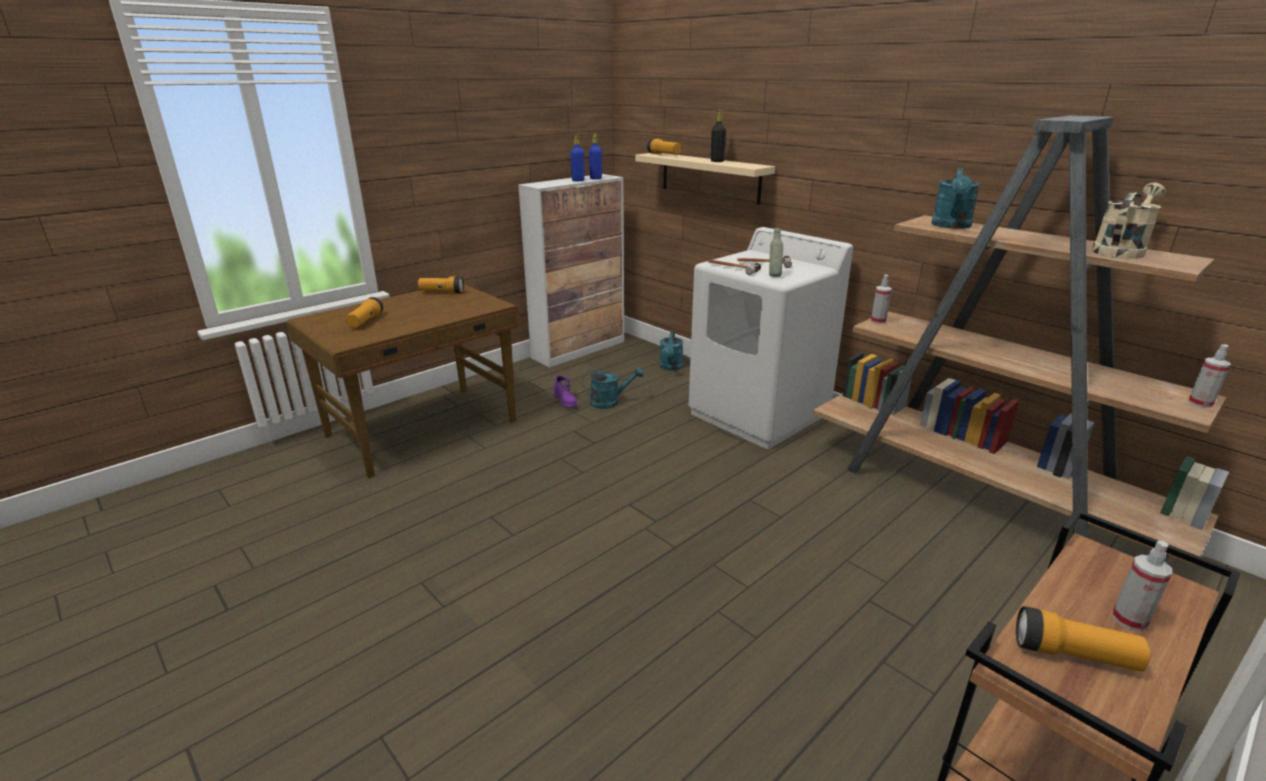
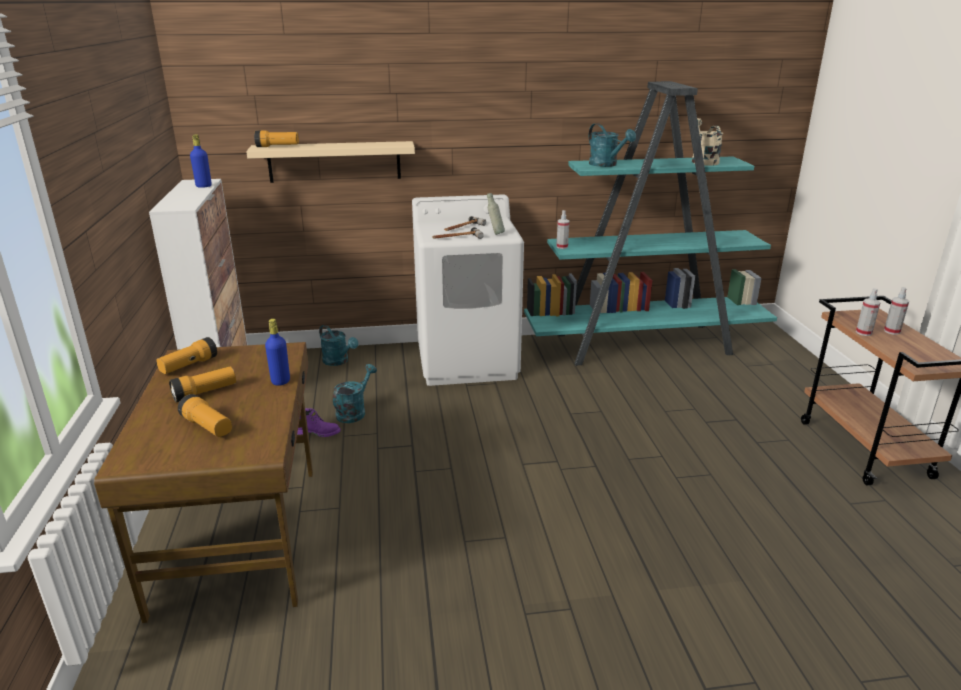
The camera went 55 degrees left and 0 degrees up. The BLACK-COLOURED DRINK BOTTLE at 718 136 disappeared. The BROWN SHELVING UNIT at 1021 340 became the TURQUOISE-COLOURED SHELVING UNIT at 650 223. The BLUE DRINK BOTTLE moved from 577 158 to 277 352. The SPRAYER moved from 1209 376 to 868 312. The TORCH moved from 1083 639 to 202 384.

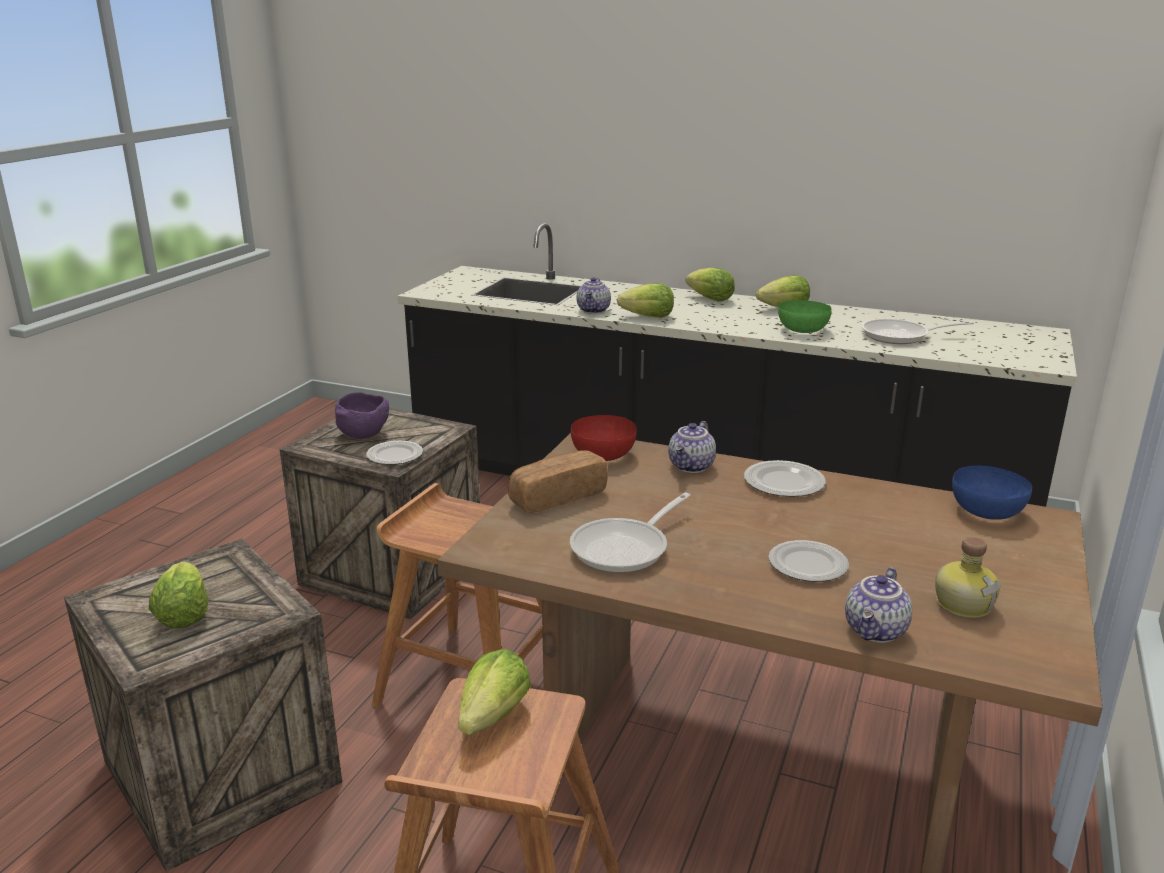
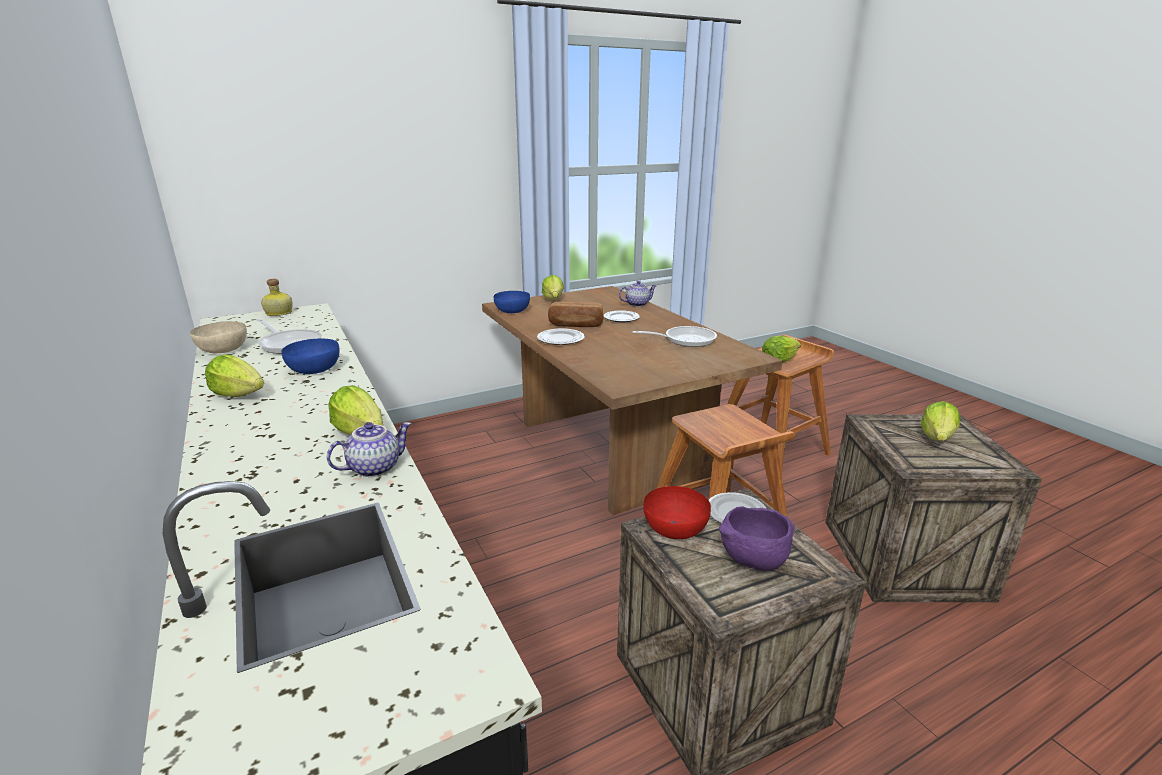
The camera went 140 degrees left and 0 degrees up. The HEAD OF LETTUCE moved from 710 284 to 553 287. The GREEN SERVING BOWL at 805 316 became the BLUE SERVING BOWL at 310 356. The RED-COLOURED SERVING BOWL moved from 604 438 to 677 512. The TEA POT at 692 447 disappeared. The BAKERY BREAD moved from 558 481 to 575 314. The DRINK BOTTLE moved from 968 577 to 277 297. The SAND-COLOURED SERVING BOWL at 218 337 appeared.

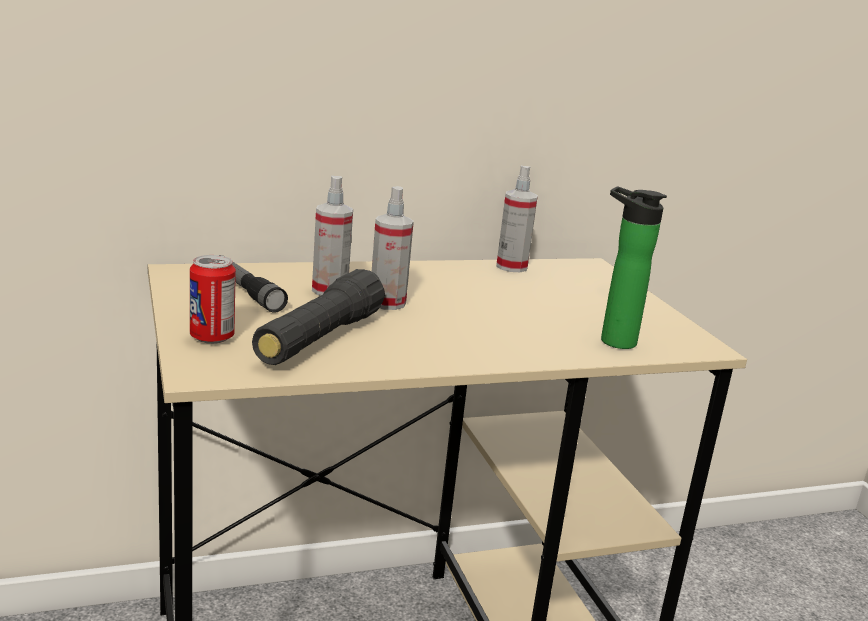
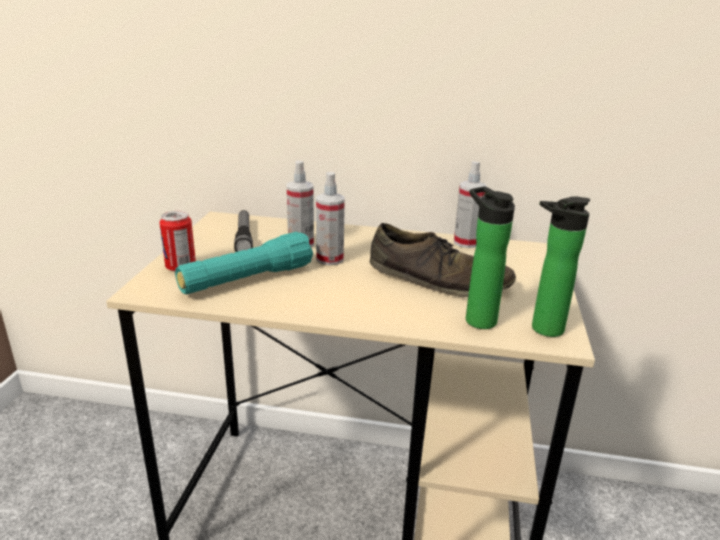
The camera went 30 degrees right and 5 degrees up. The BLACK-COLOURED TORCH at 318 317 became the TURQUOISE-COLOURED TORCH at 244 263. The DRINK BOTTLE at 561 266 appeared. The BROWN LOW SHOE at 443 260 appeared.

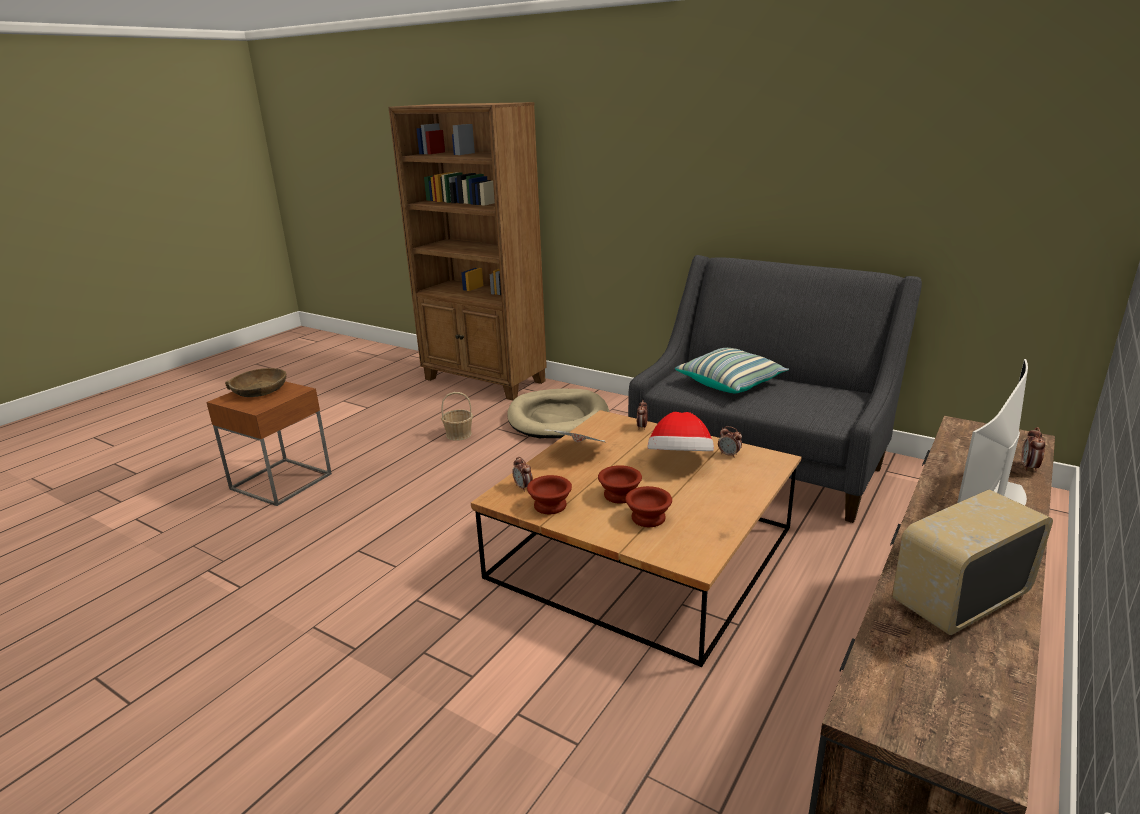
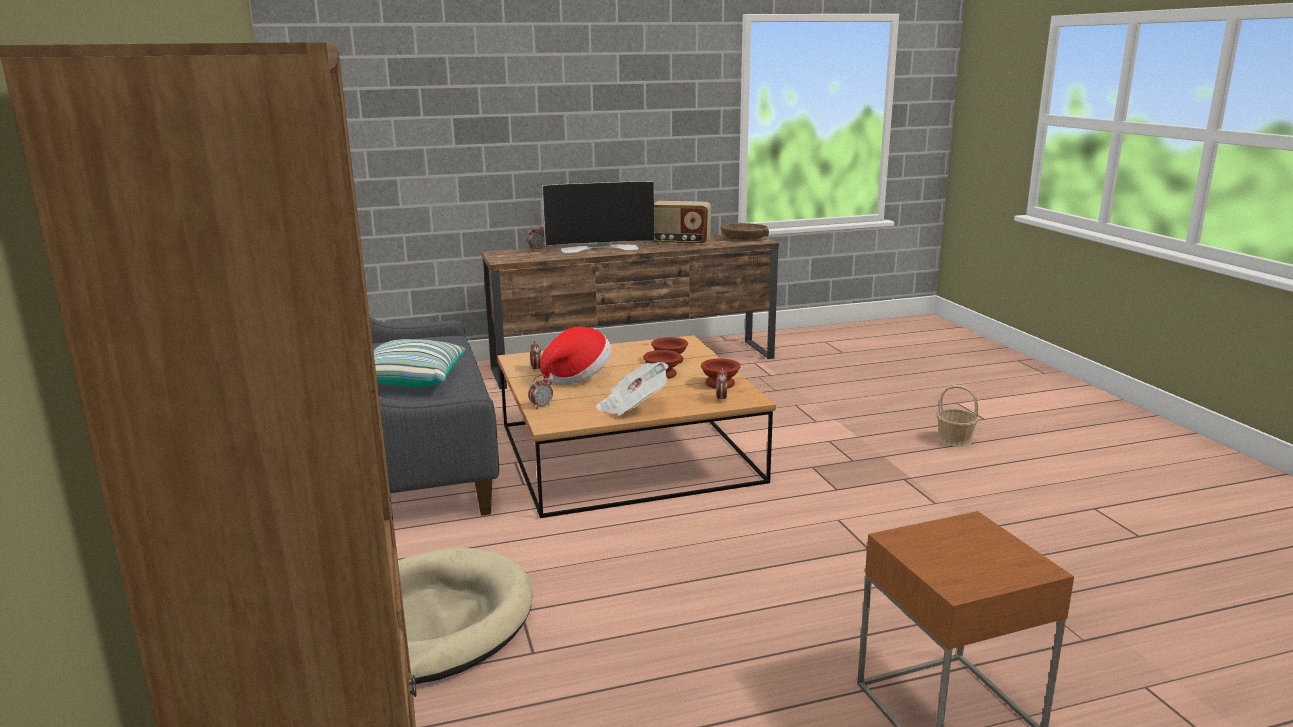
The camera went 140 degrees left and 5 degrees down. The BROWN SERVING BOWL moved from 255 382 to 745 231. The HOUSEHOLD BASKET moved from 457 416 to 957 416.

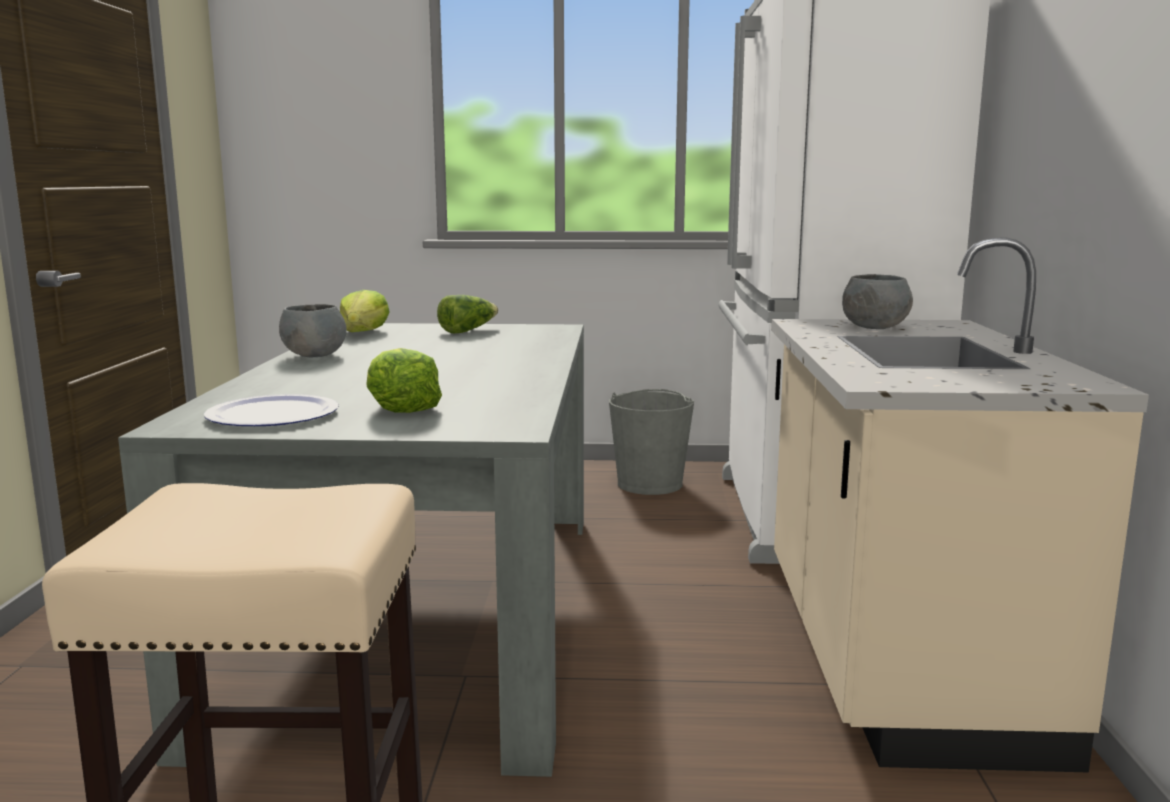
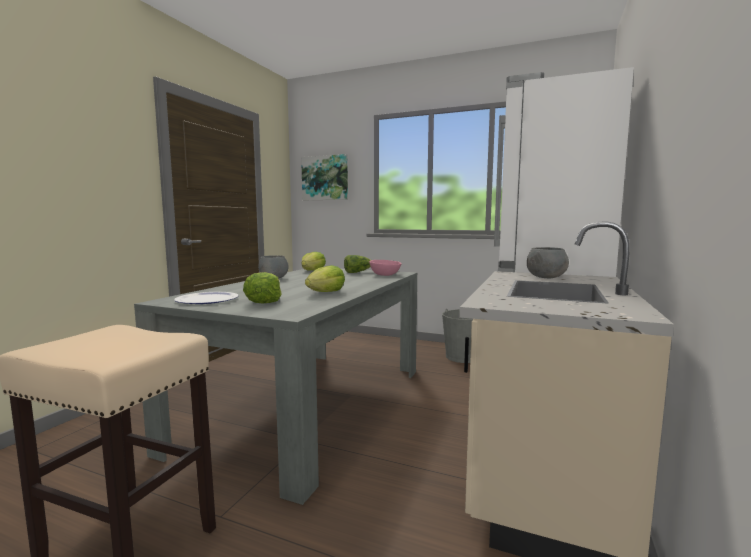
The camera went 20 degrees right and 5 degrees down. The WALL ART at 324 177 appeared. The PINKISH SERVING BOWL at 385 268 appeared. The HEAD OF LETTUCE at 325 278 appeared.

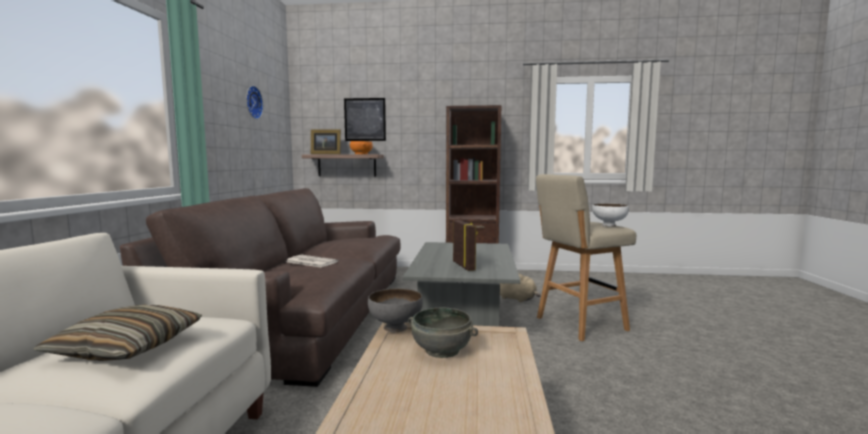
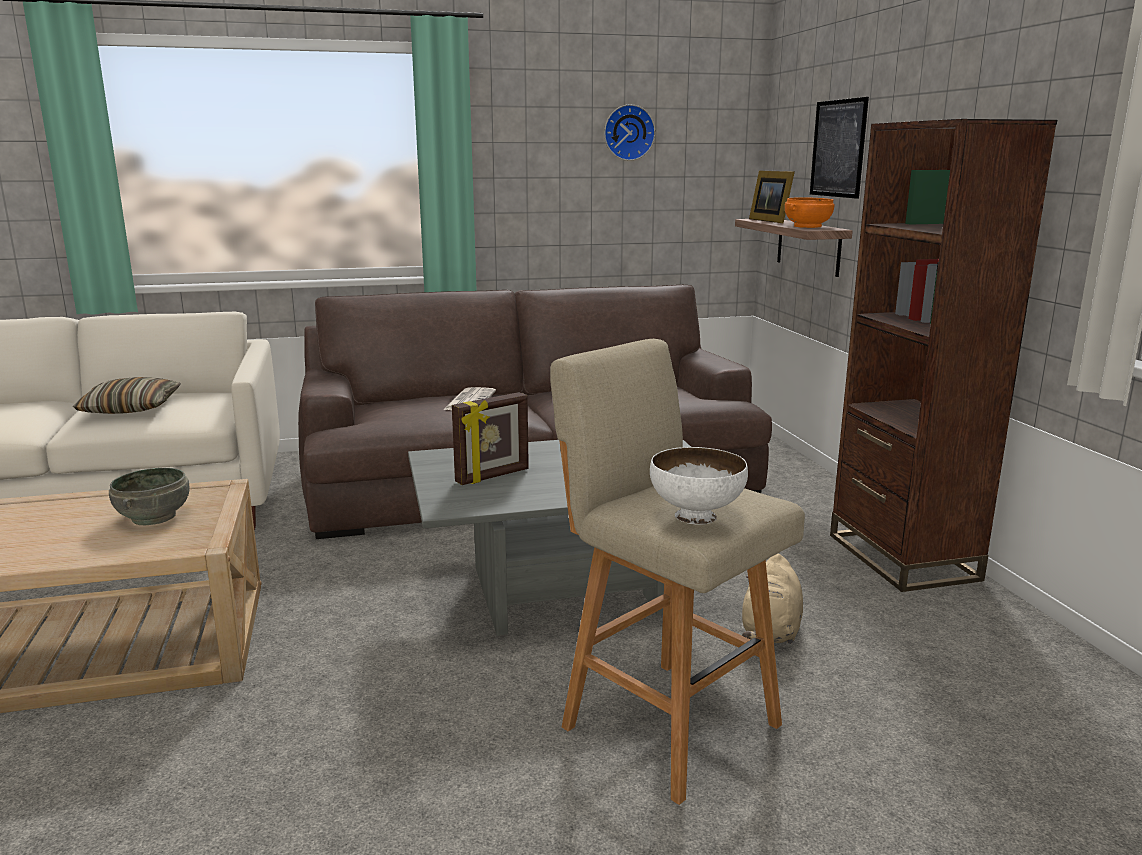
The camera went 70 degrees right and 10 degrees up. The GREYISH SERVING BOWL at 395 310 disappeared.

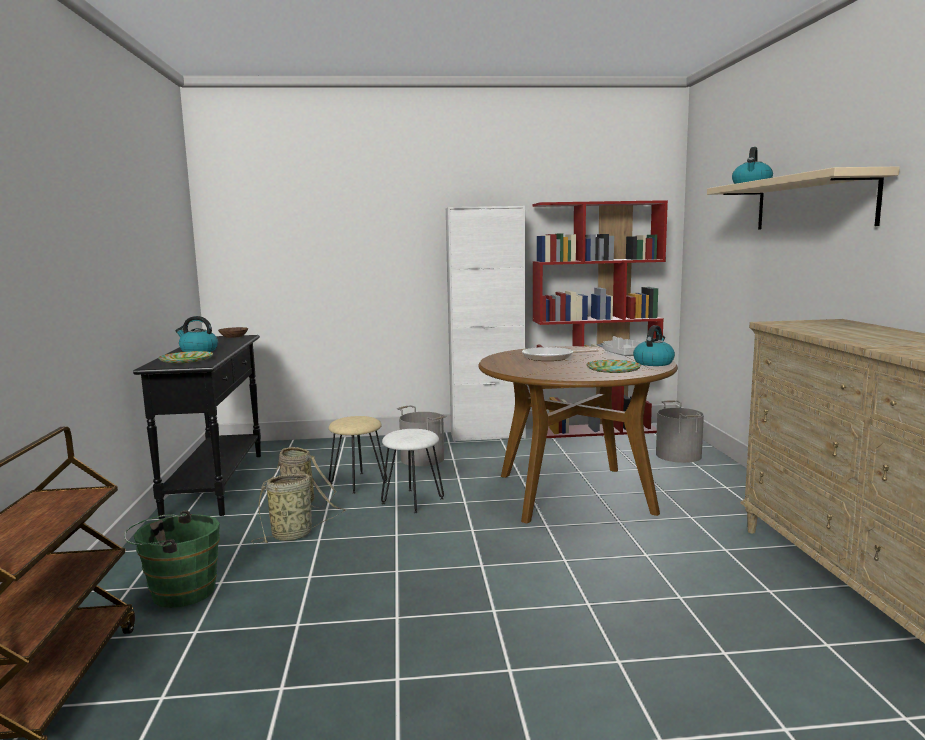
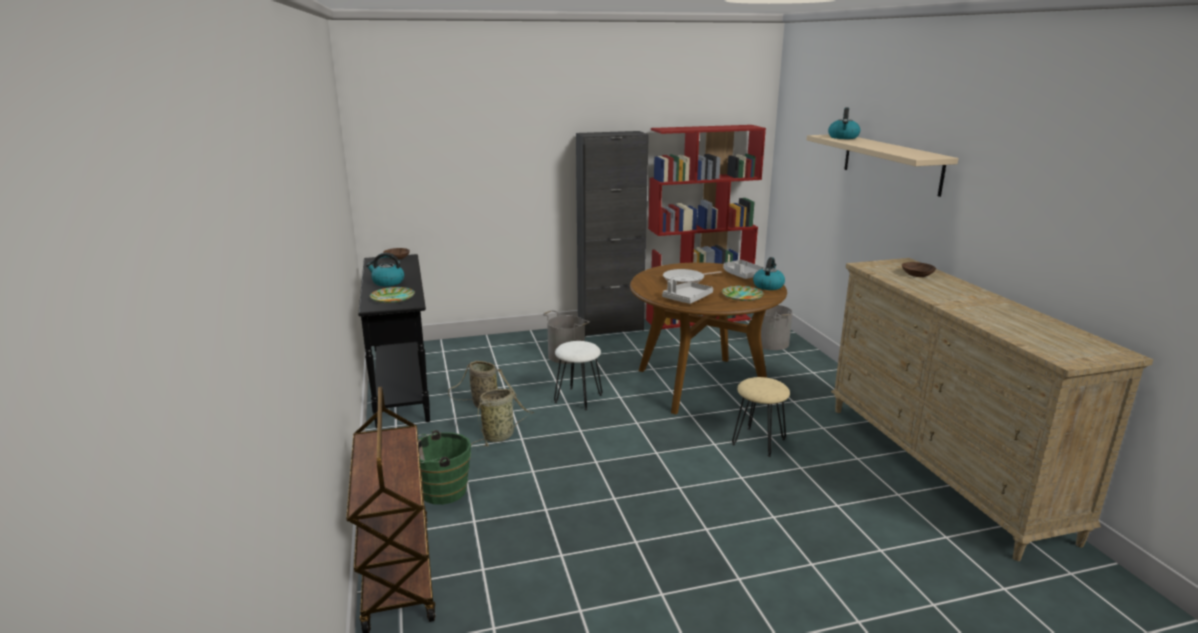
The camera went 10 degrees left and 10 degrees up. The WHITISH STORAGE CABINET at 486 324 became the BLACK-COLOURED STORAGE CABINET at 612 234. The SAND-COLOURED SITTING STOOL moved from 358 455 to 761 417. The BROWN SERVING BOWL at 919 269 appeared. The GREYISH CARRYING TRAY at 687 291 appeared.

